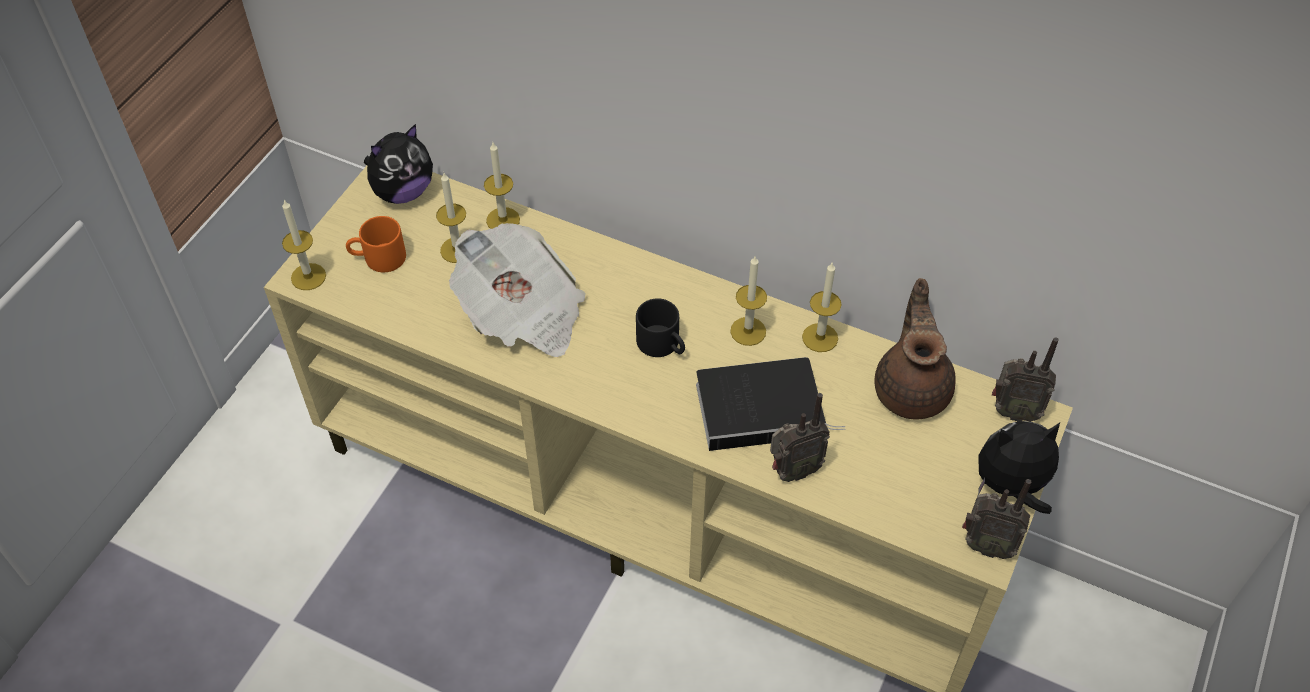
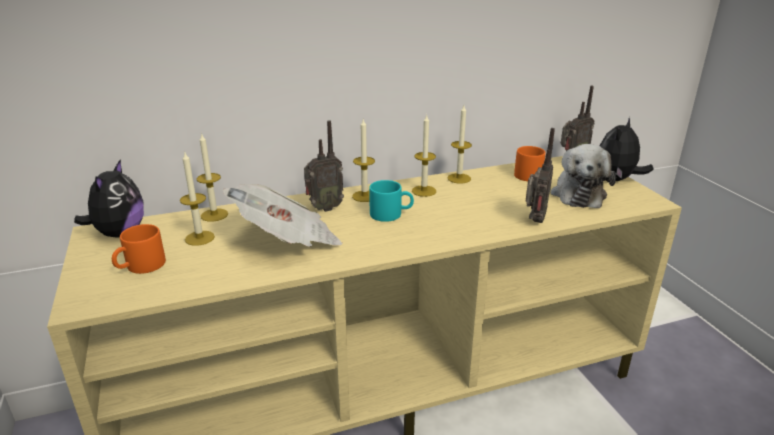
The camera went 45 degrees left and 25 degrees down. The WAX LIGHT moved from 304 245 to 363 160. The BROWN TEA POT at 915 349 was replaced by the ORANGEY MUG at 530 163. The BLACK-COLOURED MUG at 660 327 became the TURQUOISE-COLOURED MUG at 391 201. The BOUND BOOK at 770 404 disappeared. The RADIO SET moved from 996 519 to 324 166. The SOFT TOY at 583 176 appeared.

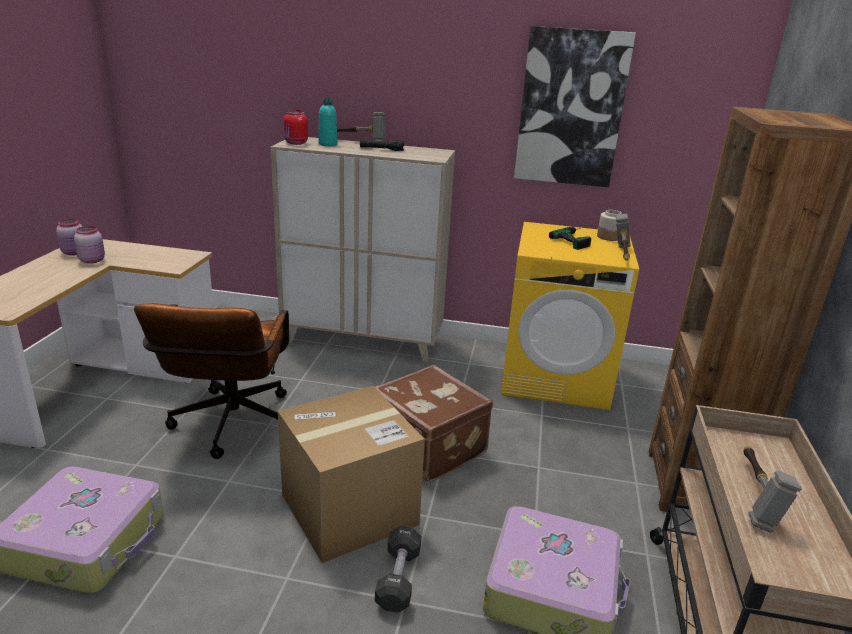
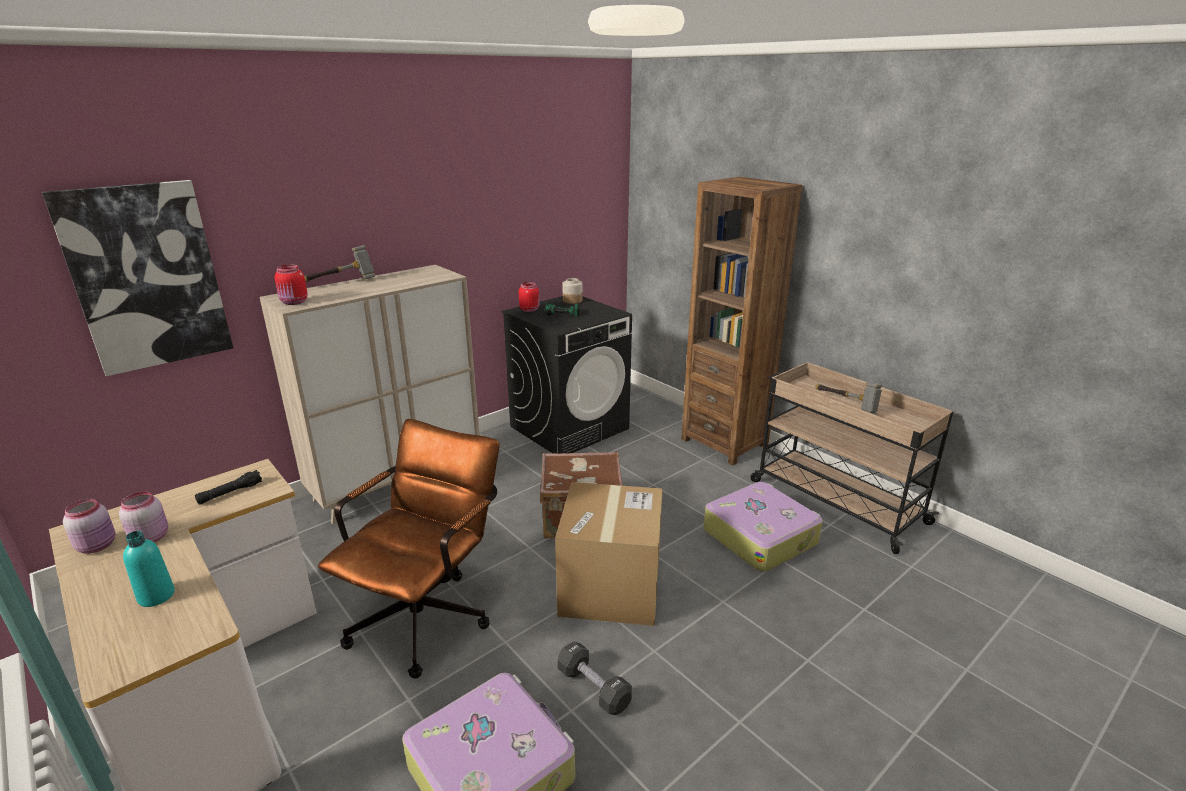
The camera went 50 degrees left and 0 degrees up. The WALL ART moved from 575 106 to 137 278. The TURQUOISE-COLOURED DRINK BOTTLE moved from 327 122 to 149 569. The BLACK-COLOURED TORCH moved from 382 145 to 228 487. The TOOL HAMMER at 623 237 disappeared. The YELLOW-COLOURED LAUNDRY APPLIANCE at 570 316 became the BLACK-COLOURED LAUNDRY APPLIANCE at 567 375. The BROWN OFFICE CHAIR at 211 381 turned 105 degrees counterclockwise. The BLACK-COLOURED DUMBBELL moved from 398 569 to 594 678. The RED-COLOURED STORAGE JAR at 529 297 appeared.

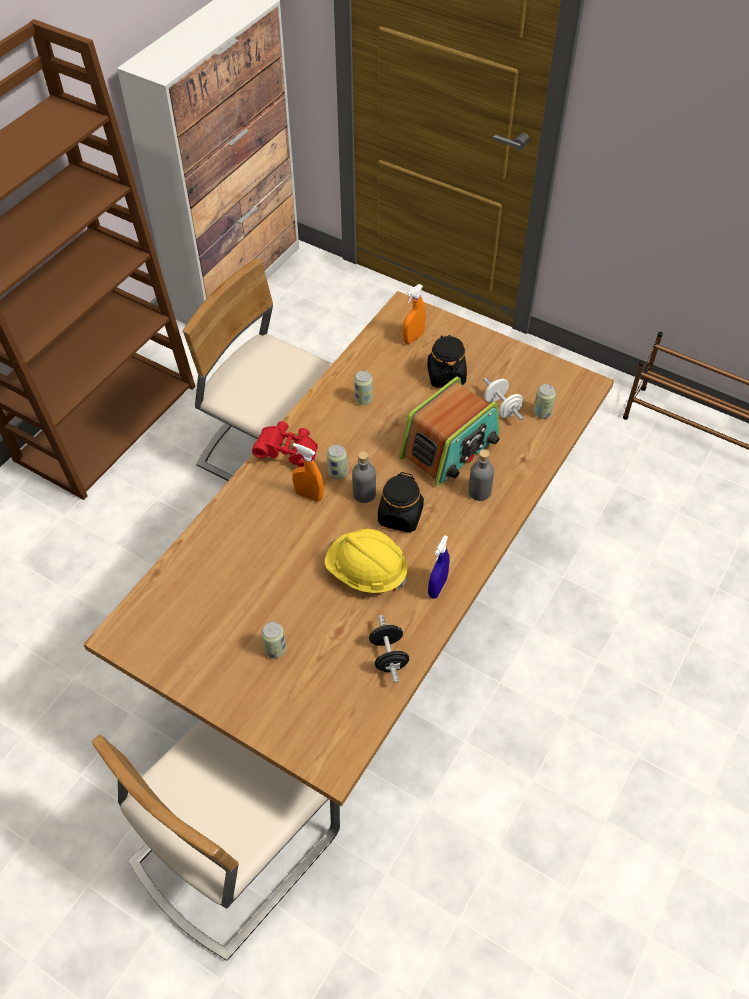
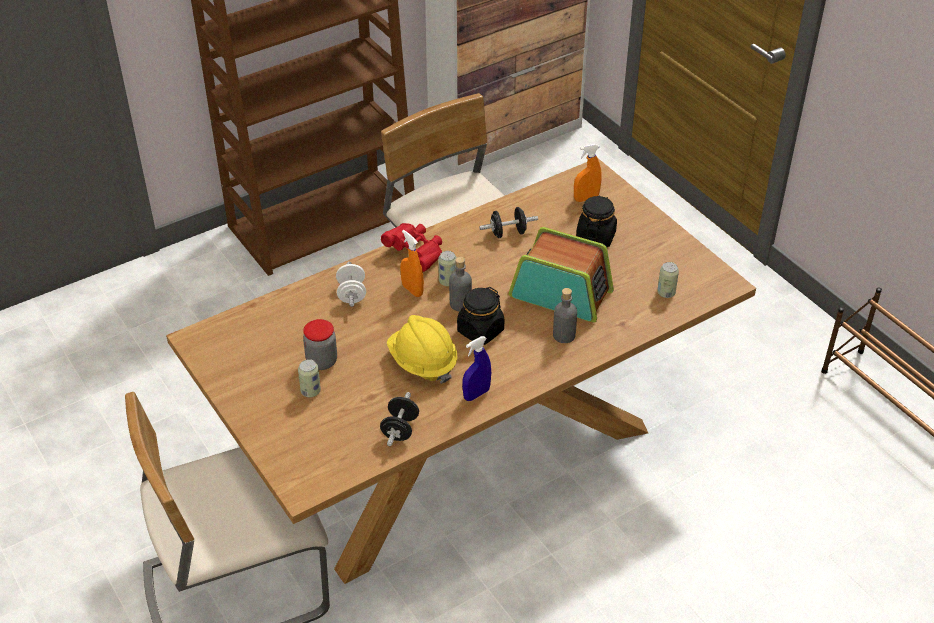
The camera went 25 degrees right and 10 degrees down. The METAL CAN at 363 388 was replaced by the BLACK-COLOURED DUMBBELL at 508 222. The RADIO SET at 449 431 turned 135 degrees counterclockwise. The WHITISH DUMBBELL moved from 504 399 to 351 284. The STORAGE JAR at 320 344 appeared.

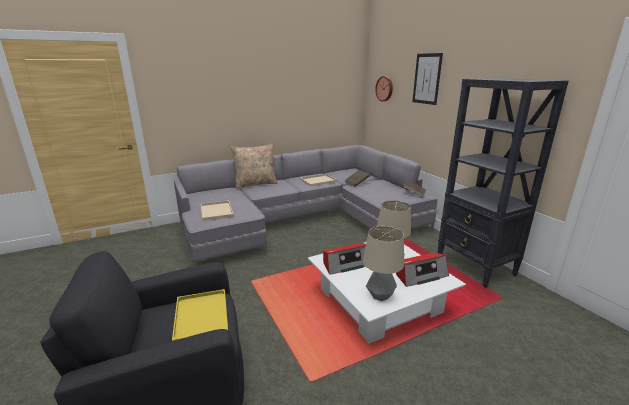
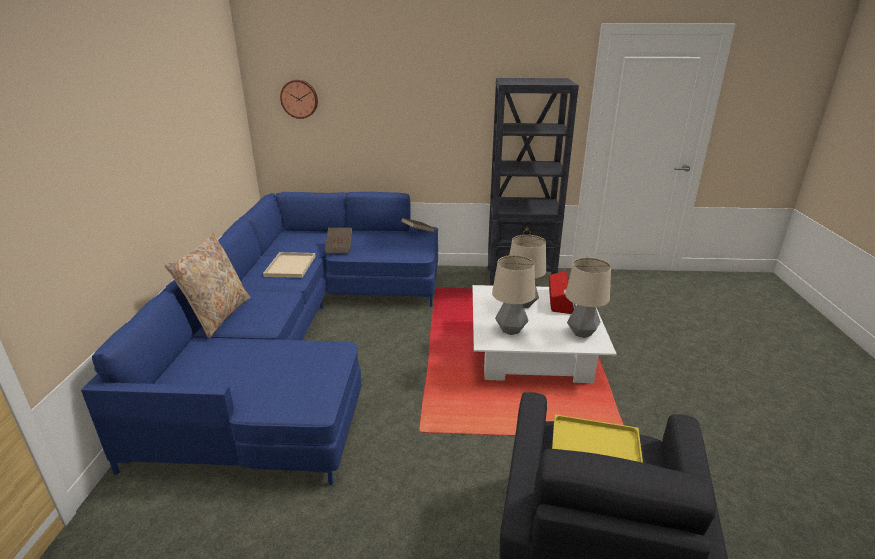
The camera went 60 degrees left and 5 degrees up. The WALL ART at 427 79 disappeared. The GREYISH SOFA at 306 205 became the BLUE SOFA at 259 338. The SAND-COLOURED CARRYING TRAY at 217 210 disappeared. The RADIO SET at 344 259 was replaced by the LAMP FOR A TABLE at 513 295.

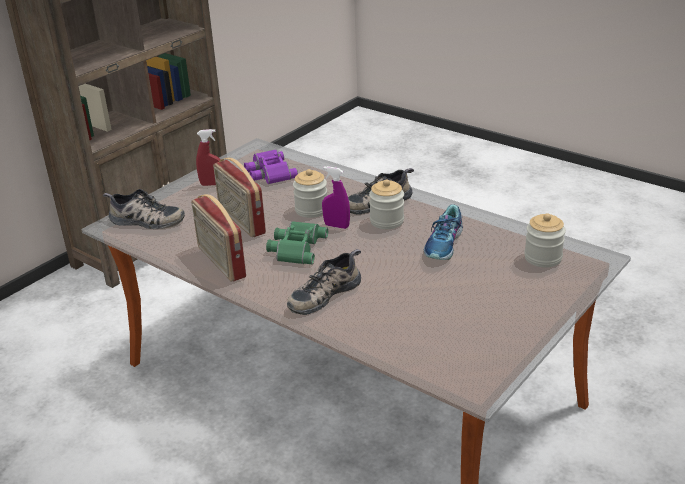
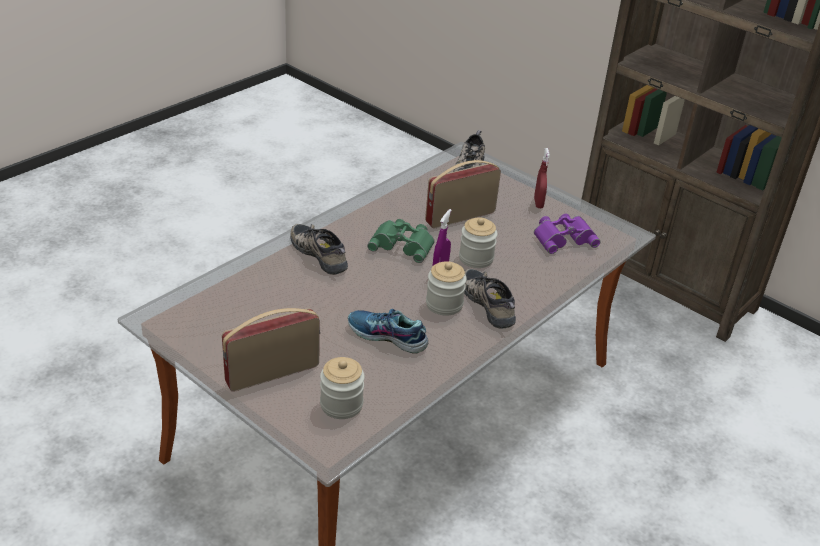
The camera went 90 degrees right and 5 degrees up. The RADIO SET moved from 218 238 to 271 350.

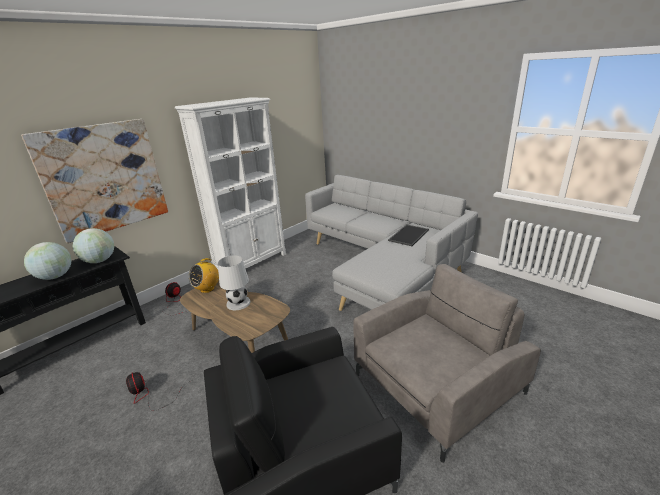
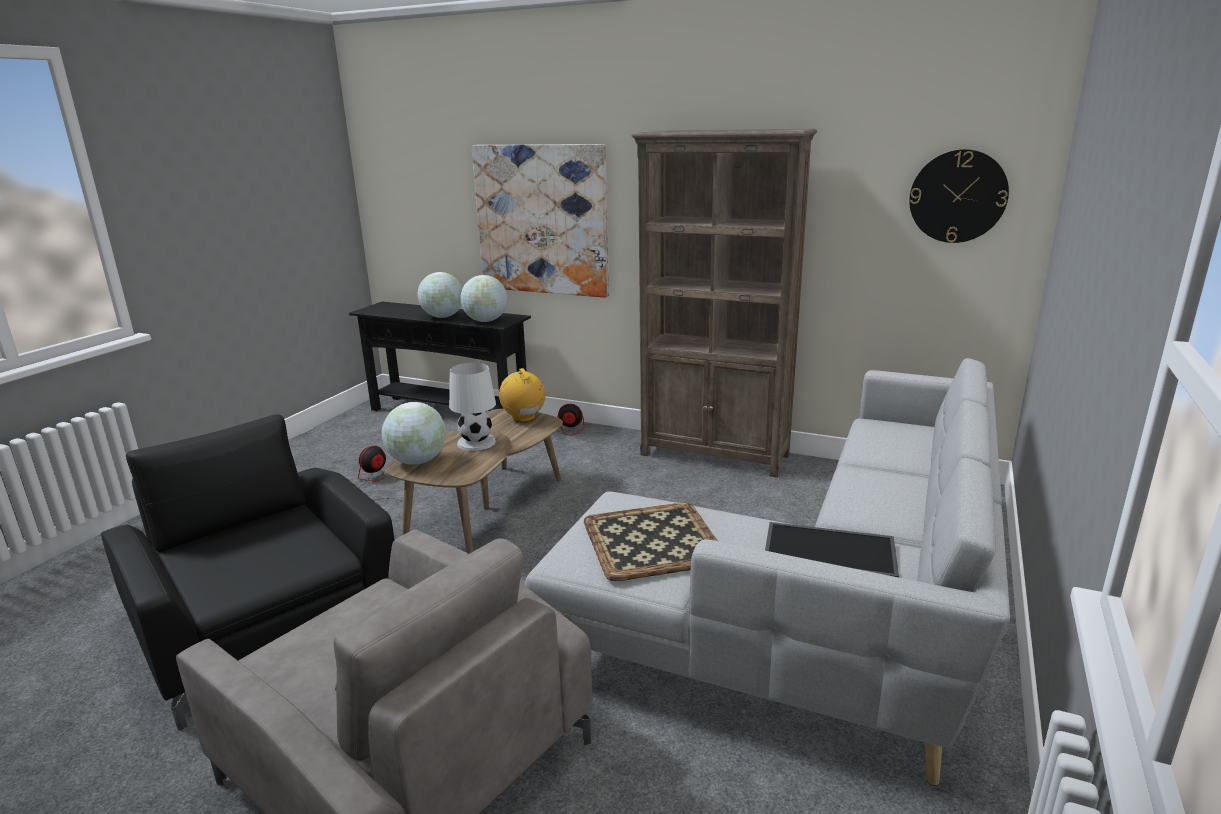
The camera went 70 degrees right and 5 degrees down. The WHITISH SHELVING UNIT at 230 183 became the BROWN SHELVING UNIT at 724 303. The RADIO SET at 204 275 turned 45 degrees clockwise. The CLOCK ON THE WALL at 959 196 appeared. The DESK GLOBE at 414 433 appeared. The CARRYING TRAY at 650 541 appeared.

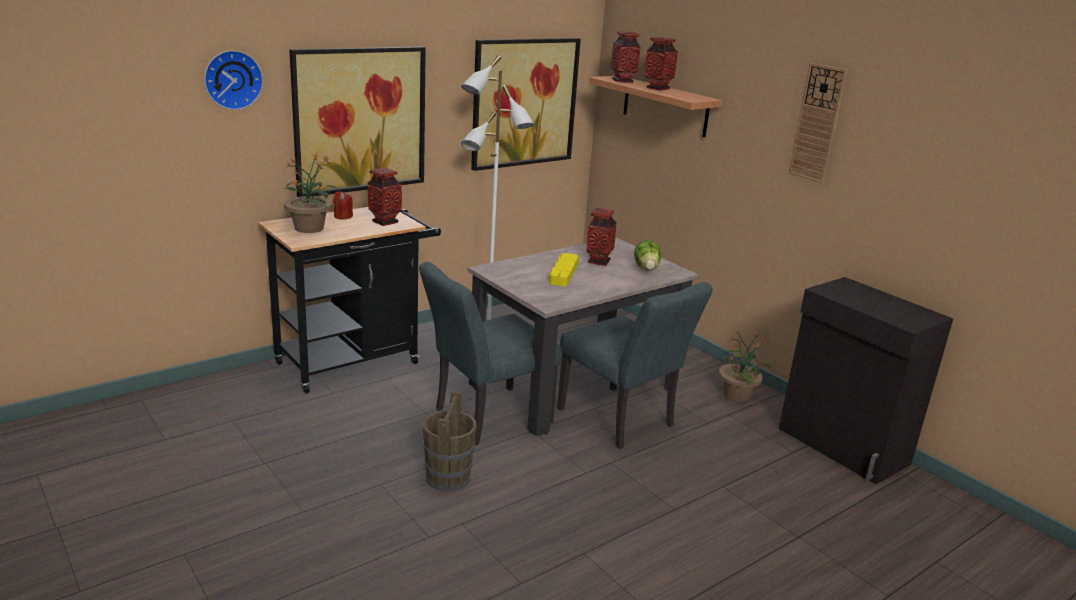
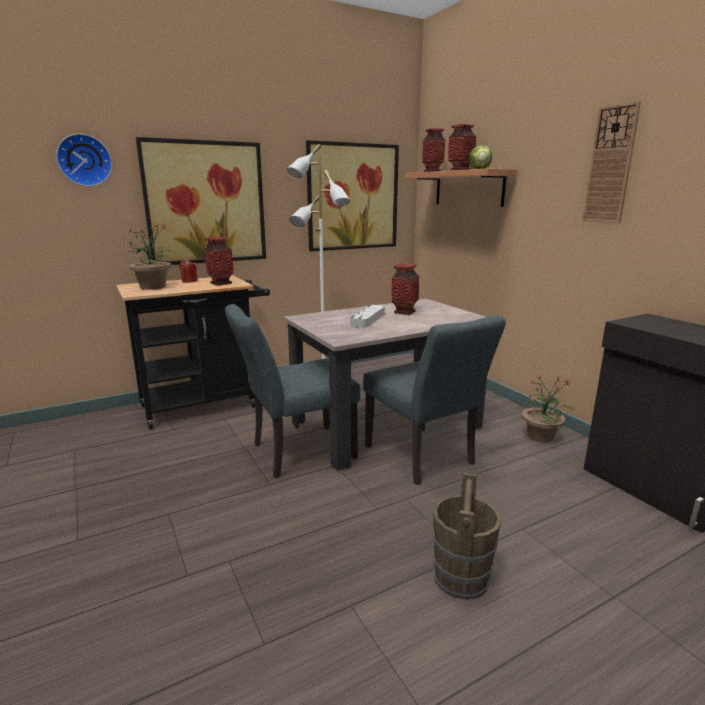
The camera went 10 degrees right and 5 degrees down. The HEAD OF LETTUCE moved from 647 255 to 480 157. The YELLOW-COLOURED CARRYING TRAY at 564 269 became the GREYISH CARRYING TRAY at 367 316. The BROWN PAIL moved from 449 441 to 467 536.

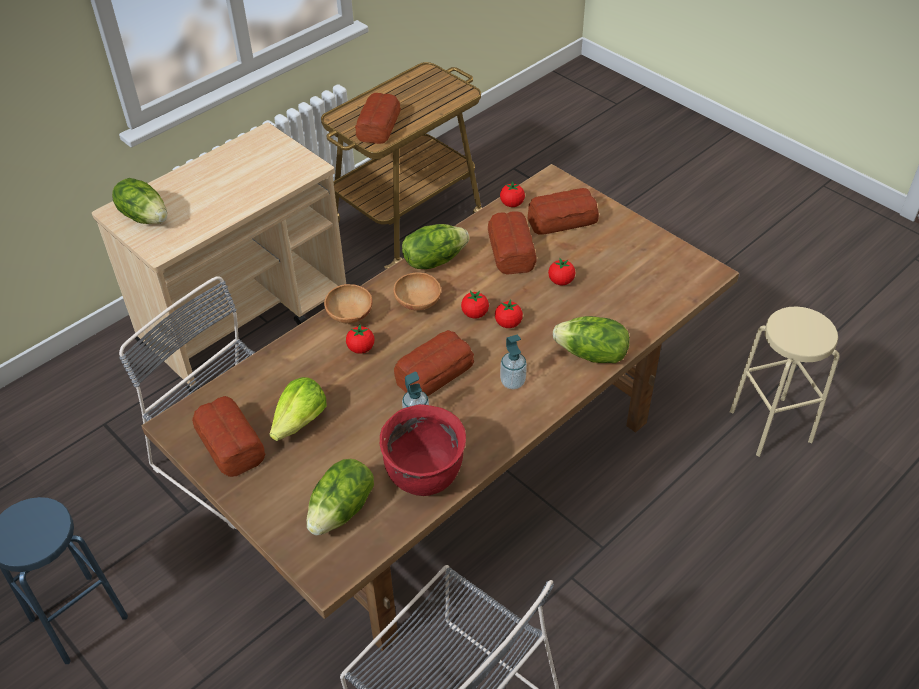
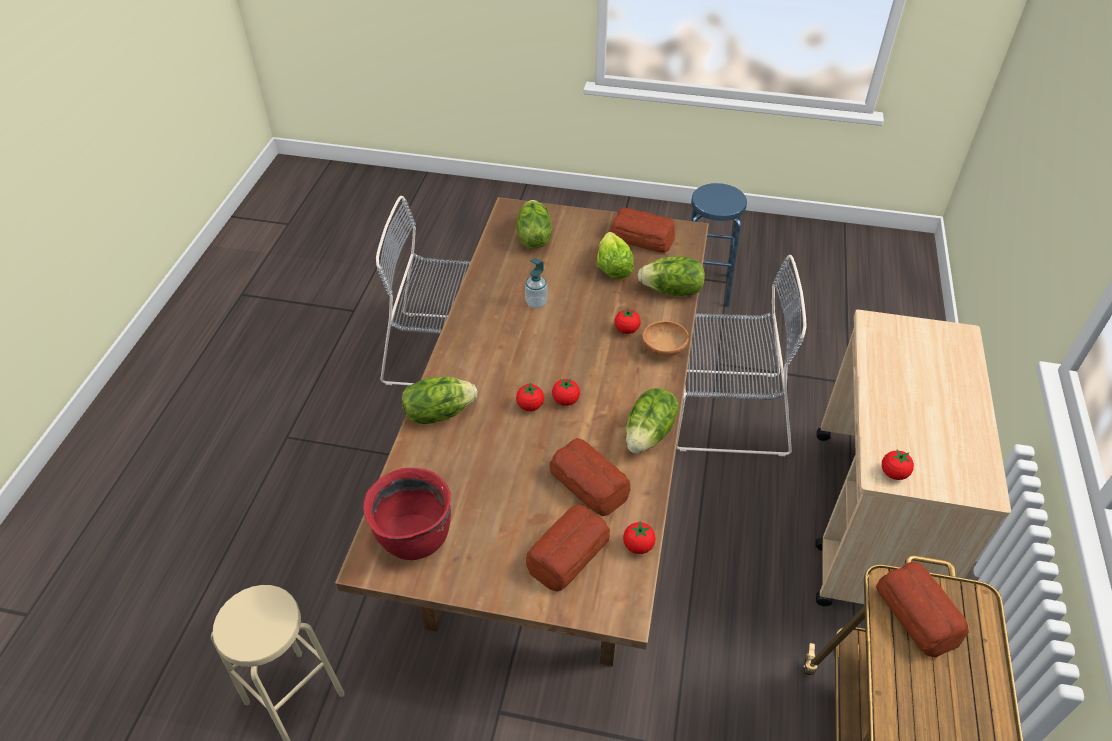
The camera went 145 degrees right and 0 degrees up. The HEAD OF LETTUCE moved from 139 201 to 671 276. The TOMATO moved from 561 271 to 898 465. The BROWN SERVING BOWL at 417 291 disappeared. The BAKERY BREAD at 434 363 disappeared. The SOAP BOTTLE at 513 362 disappeared. The RED-COLOURED STOCKPOT moved from 423 450 to 407 514.

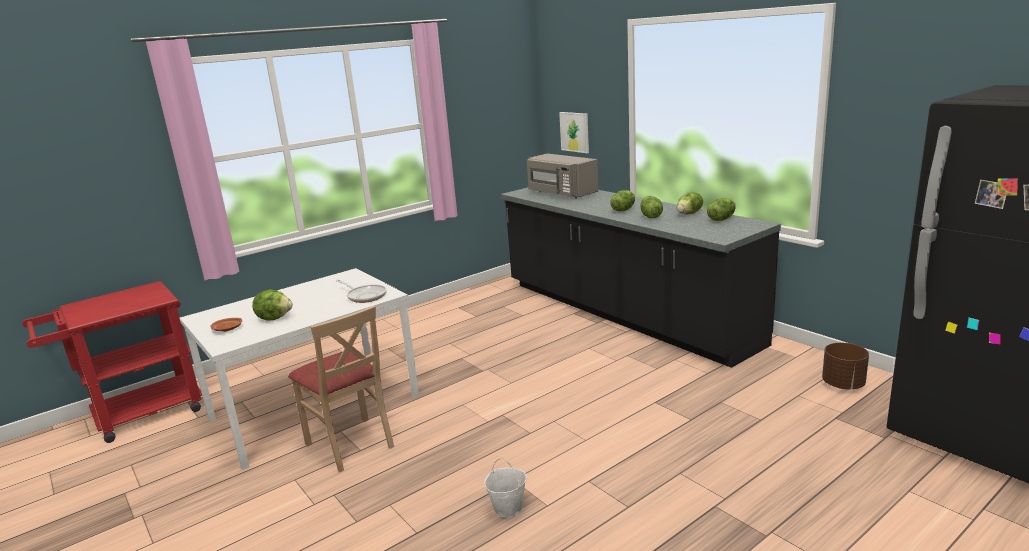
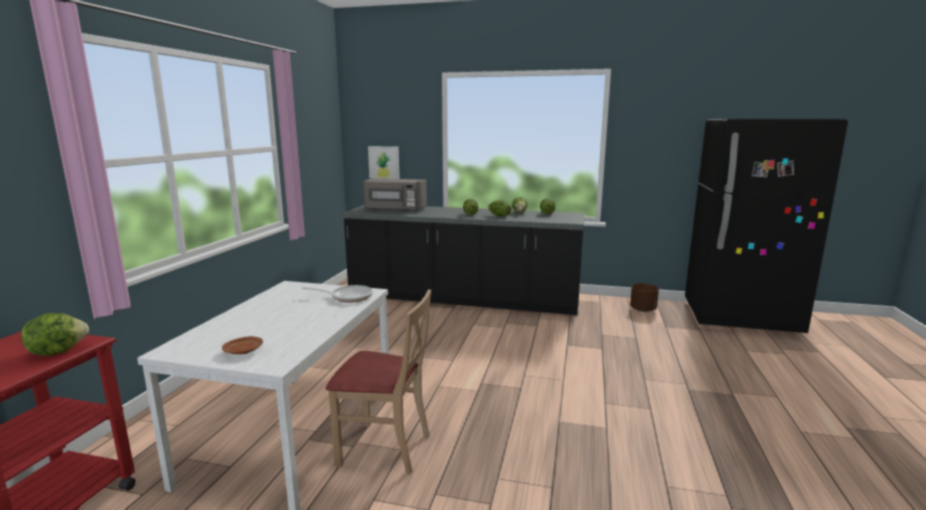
The camera went 40 degrees left and 5 degrees down. The HEAD OF LETTUCE moved from 272 305 to 55 334. The WHITISH PAIL at 505 488 disappeared.

